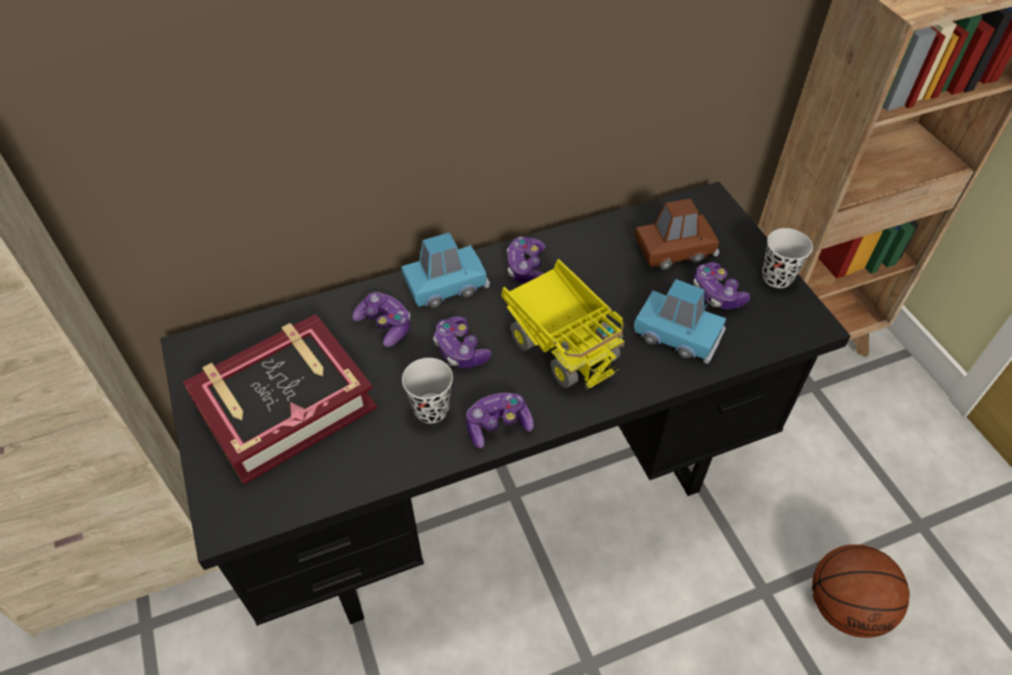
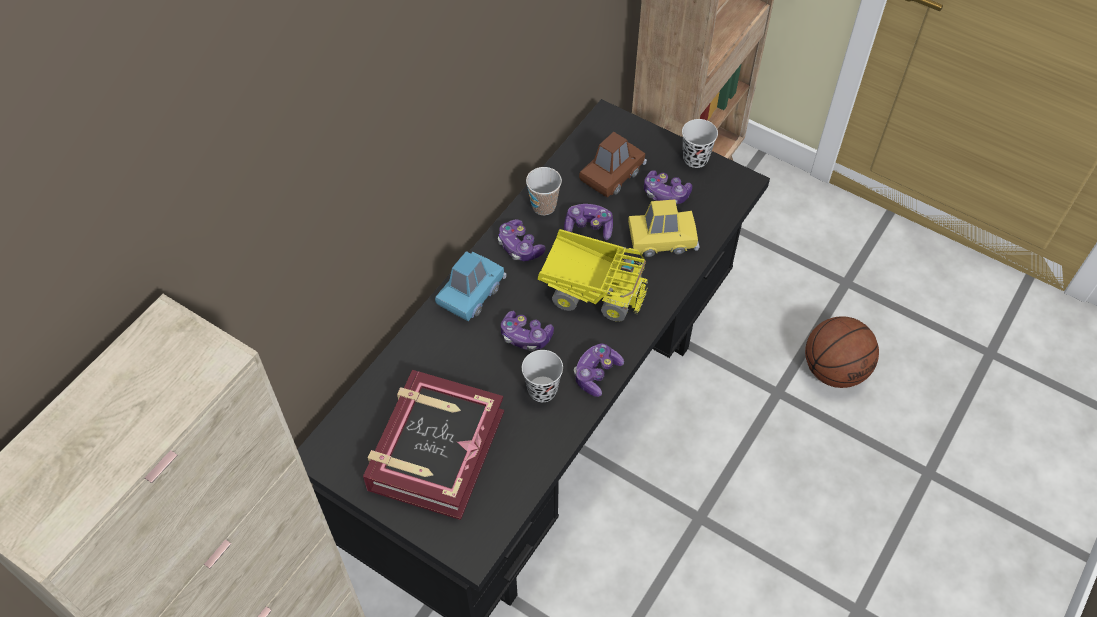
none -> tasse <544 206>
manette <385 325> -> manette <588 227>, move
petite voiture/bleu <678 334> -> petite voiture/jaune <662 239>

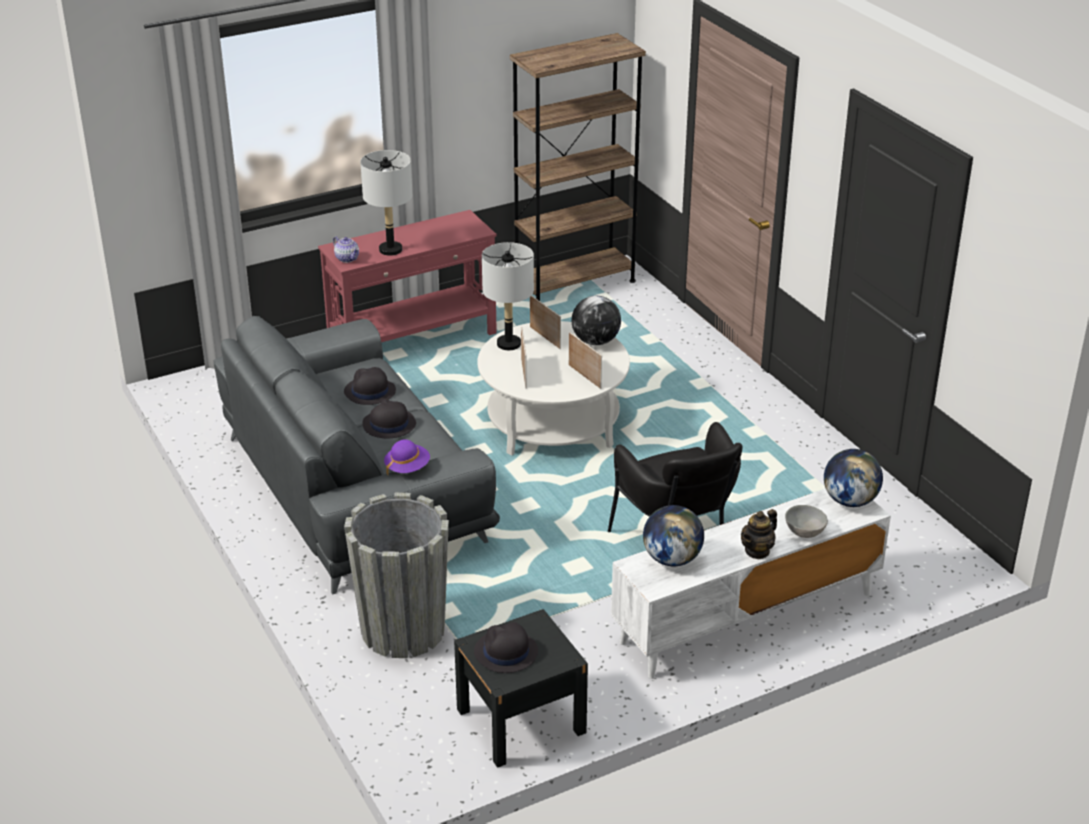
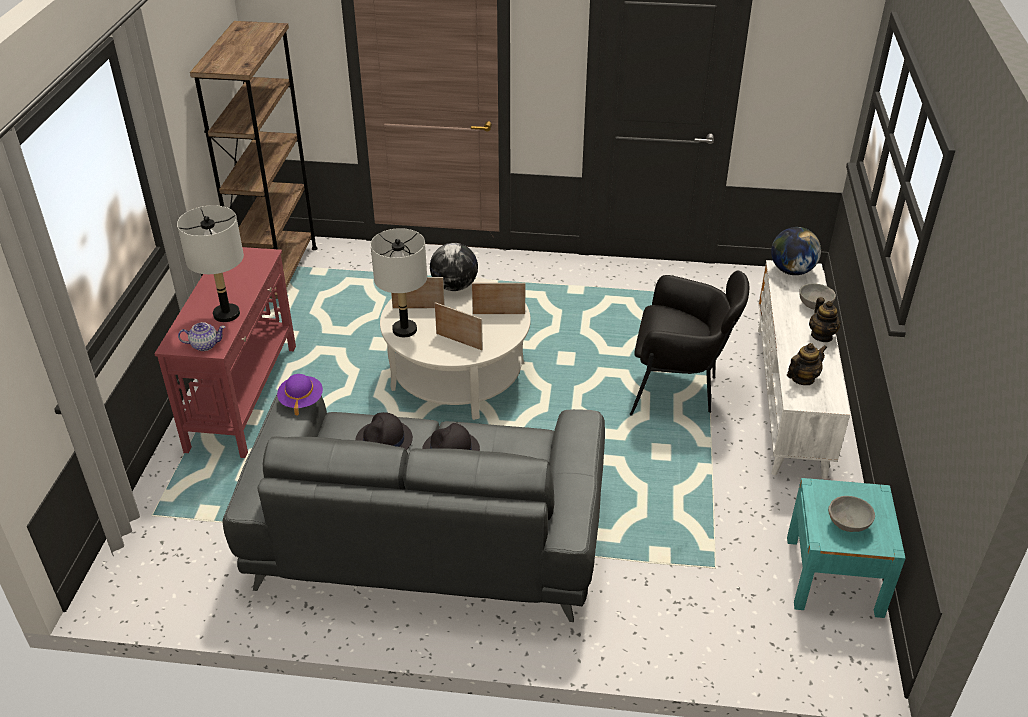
chapeau/violet <407 467> -> chapeau/violet <301 400>, move
globe <672 559> -> théière <802 379>
table de chevet/noir <521 721> -> table de chevet/turquoise <833 576>
chapeau/noir <505 652> -> bol/gris <848 525>
cache-pot/gris <403 630> -> none

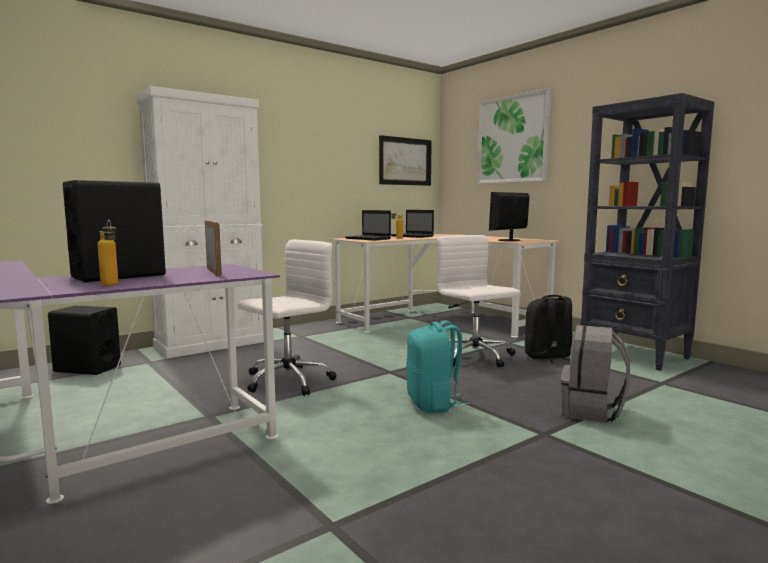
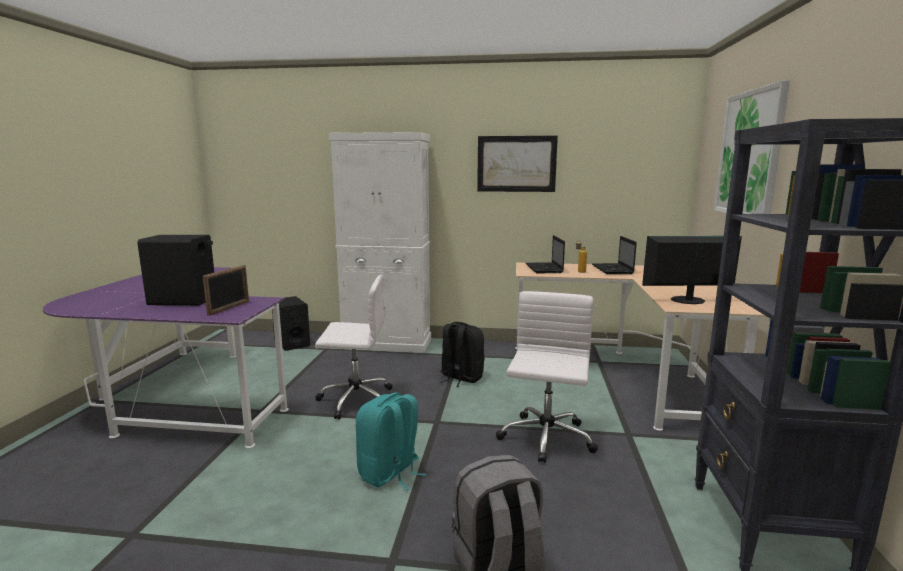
sac à dos/noir <548 357> -> sac à dos/noir <461 378>, move
tableau <405 161> -> tableau <516 164>, move
bouteille <111 285> -> none

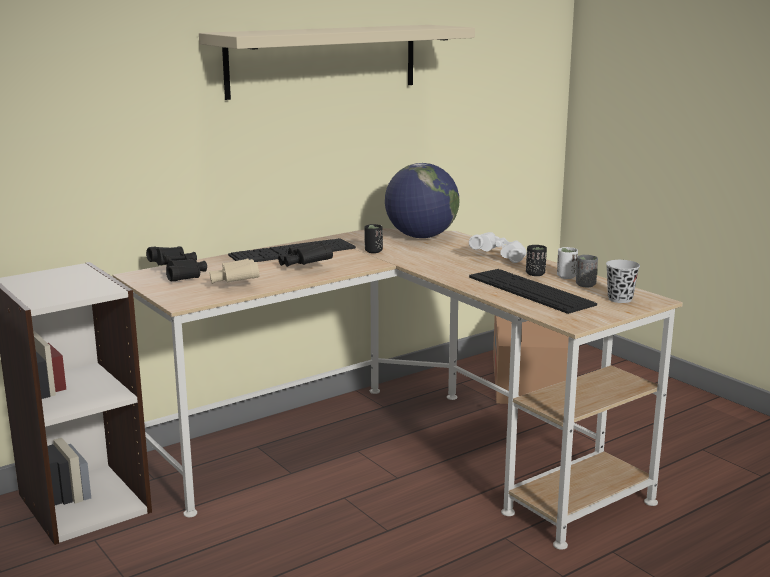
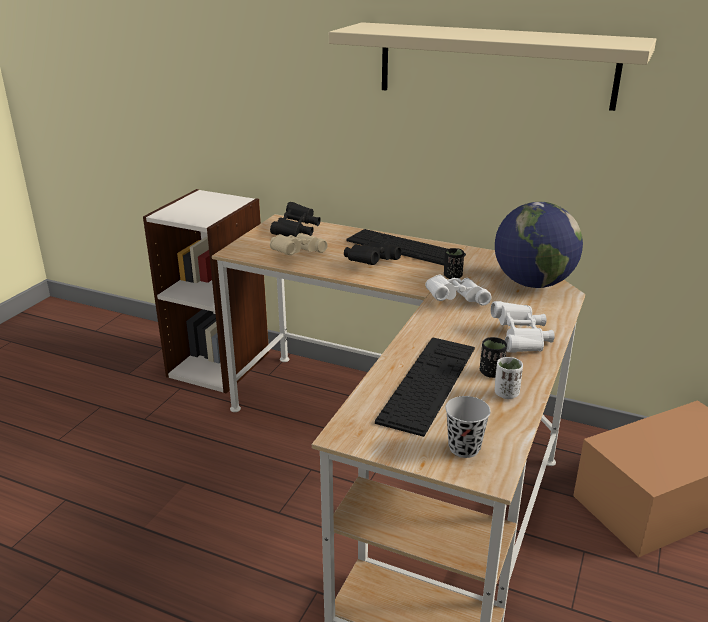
none -> jumelles/blanc <454 300>
tasse/gris <585 285> -> none

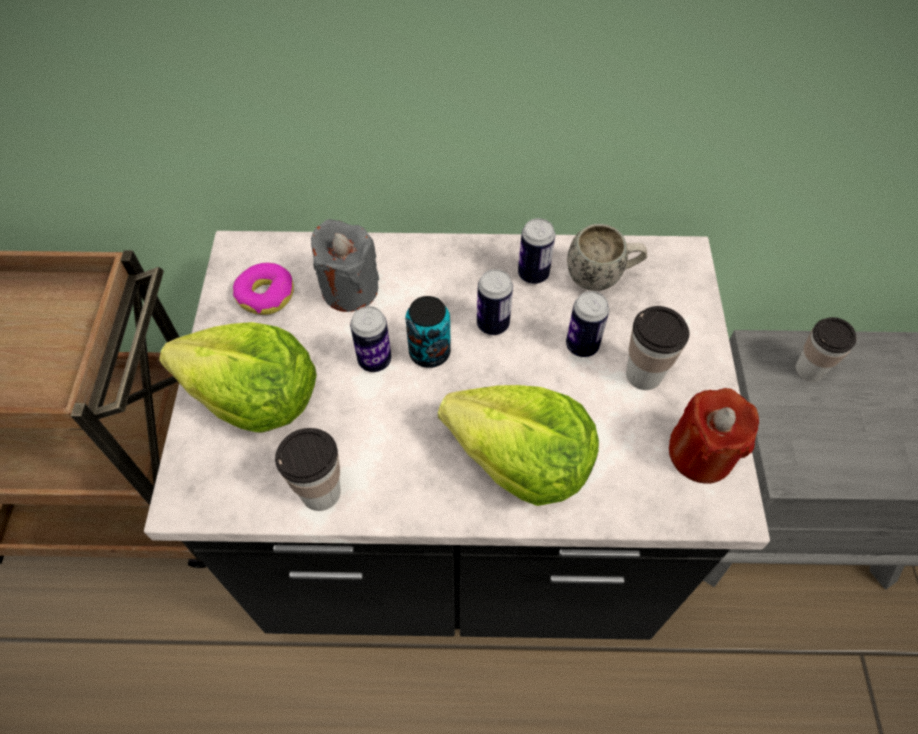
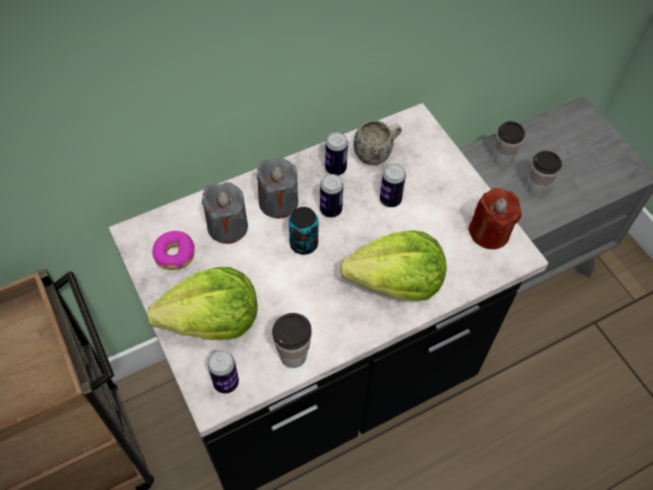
boîte métallique <374 360> -> boîte métallique <226 382>, move
none -> bougie/gris <278 202>
tasse <643 374> -> tasse <536 188>, move

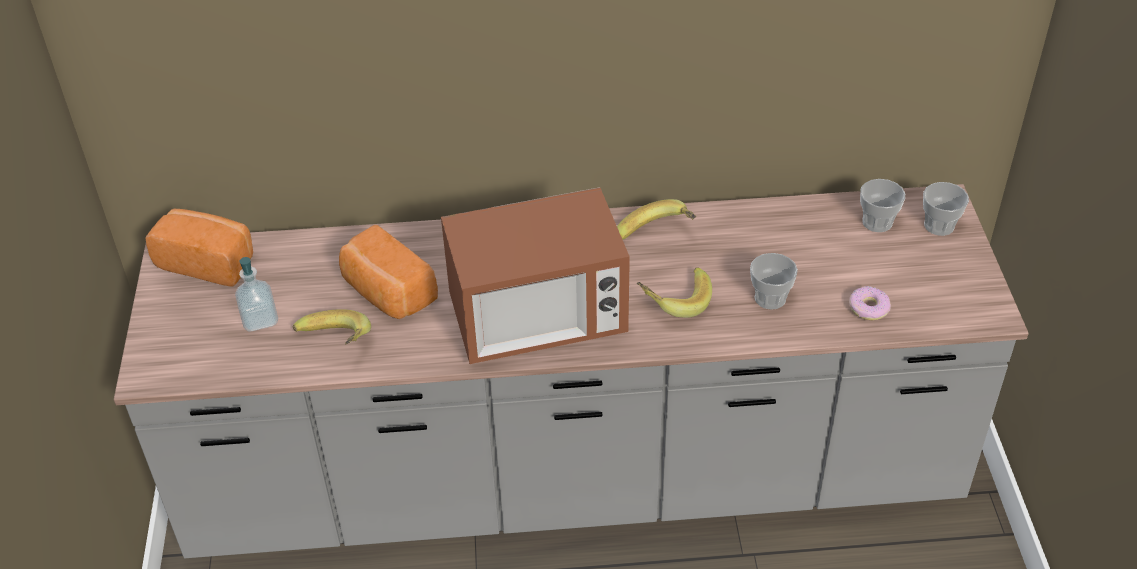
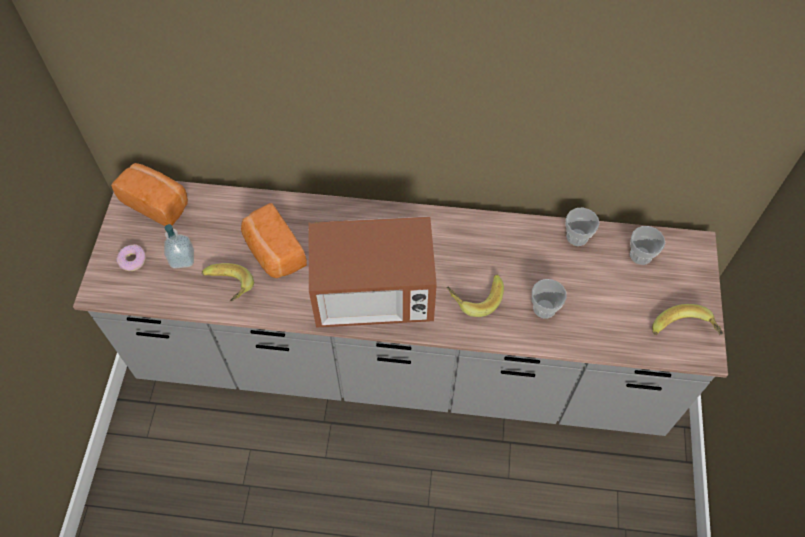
beignet <868 308> -> beignet <132 260>, move
tasse <939 225> -> tasse <577 236>, move
banane <656 237> -> banane <683 333>, move

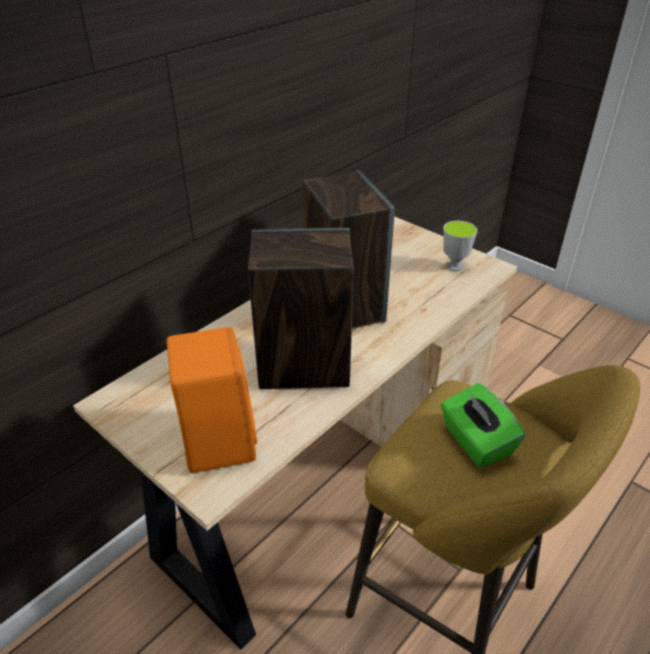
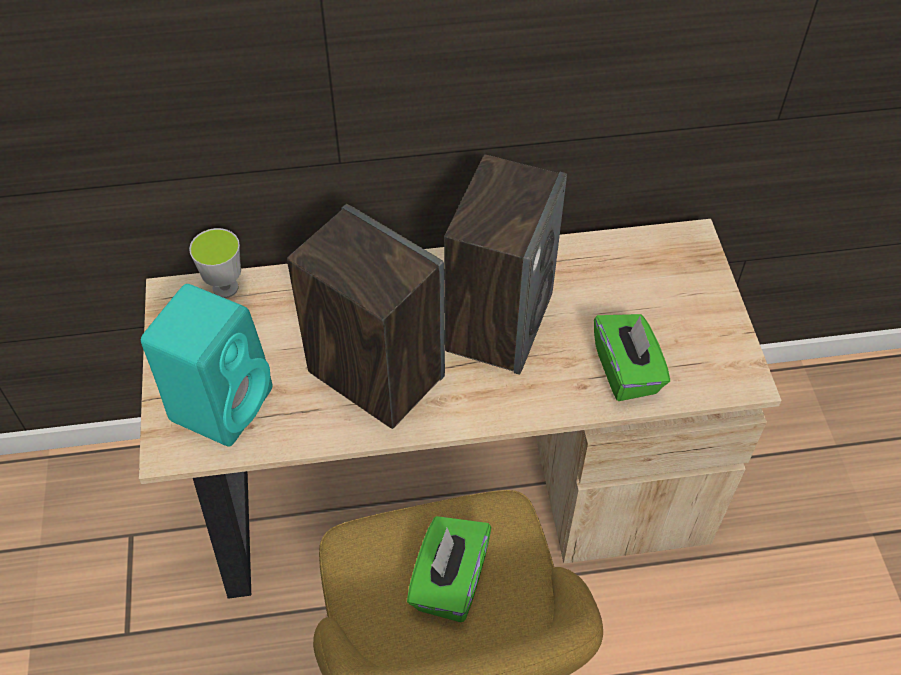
enceinte/orange <217 439> -> enceinte/turquoise <223 401>
tasse <454 266> -> tasse <225 288>, move
none -> boîte à mouchoirs/vert <627 371>

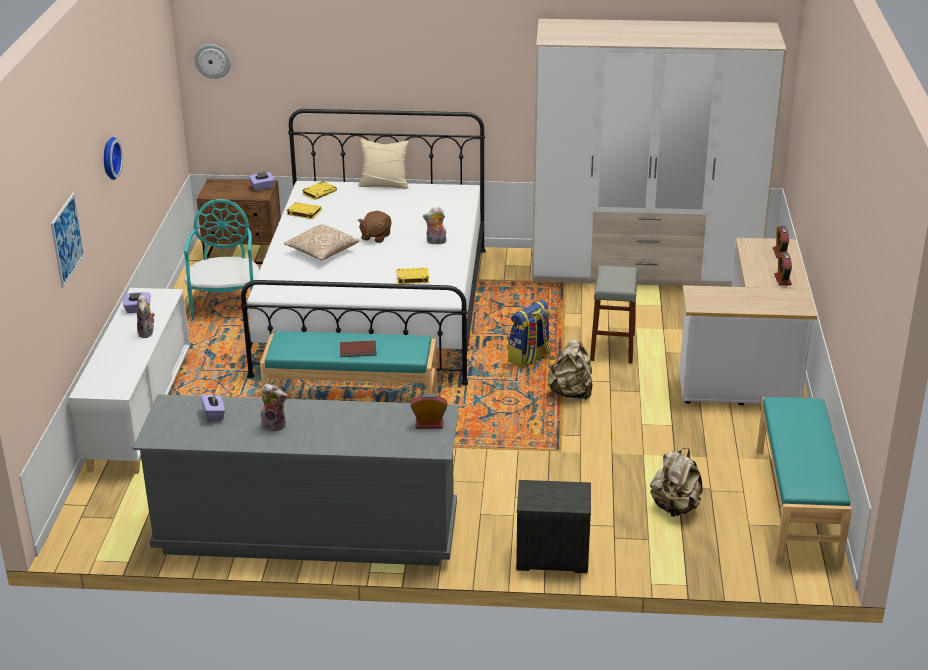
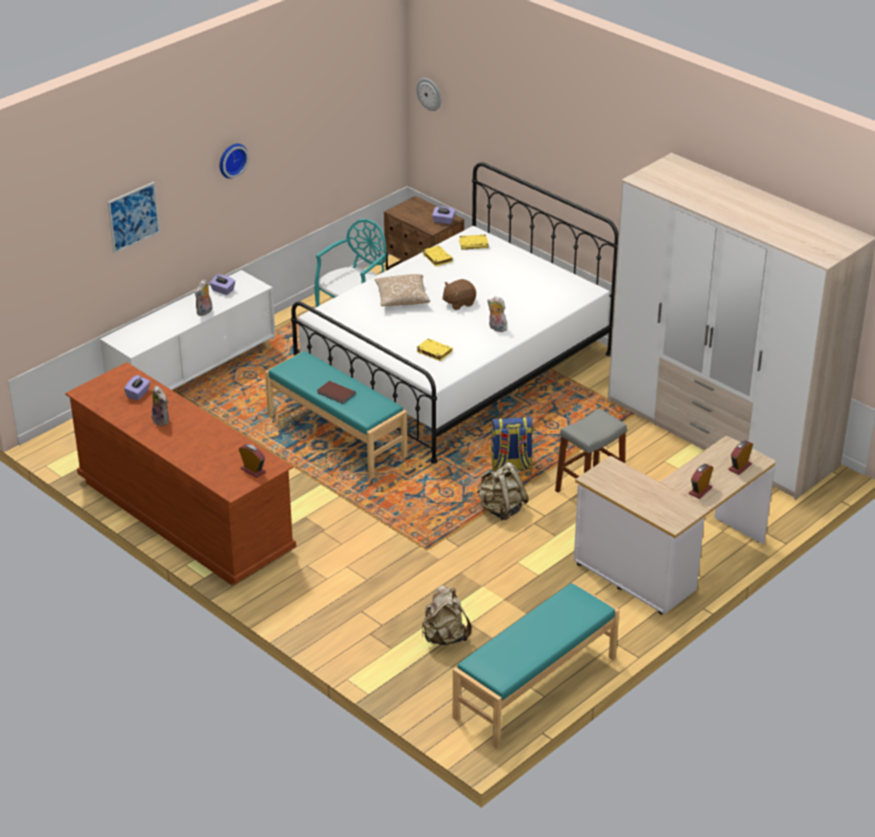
commode/gris <307 532> -> commode/marron <185 516>
coussin/beige <384 184> -> none
table de chevet <551 555> -> none

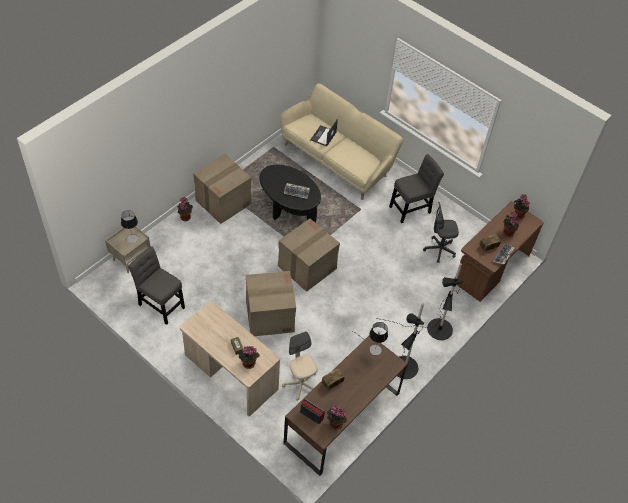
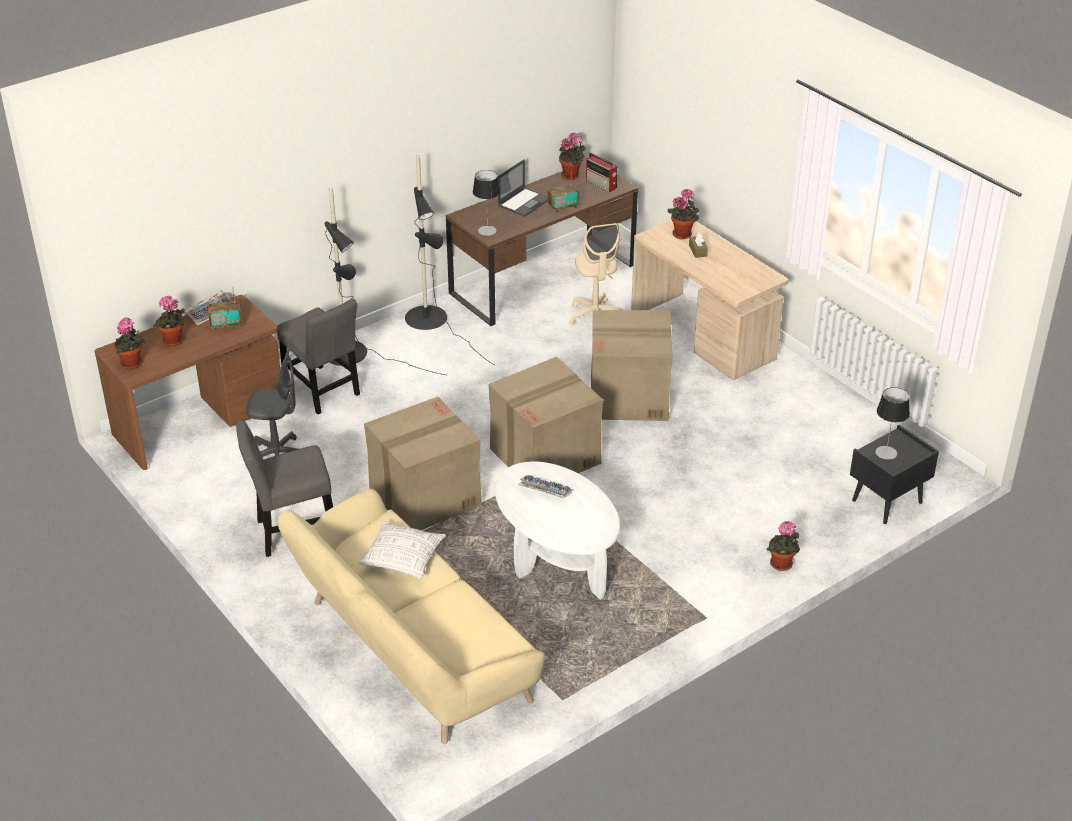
chaise/gris <160 304> -> chaise/gris <323 391>, move
none -> coussin <402 558>
carton <223 202> -> carton <424 497>, move
table basse/noir <289 208> -> table basse/blanc <556 559>
ordinateur portable <323 136> -> ordinateur portable <524 202>, move
table de chevet/beige <131 258> -> table de chevet/noir <887 502>

